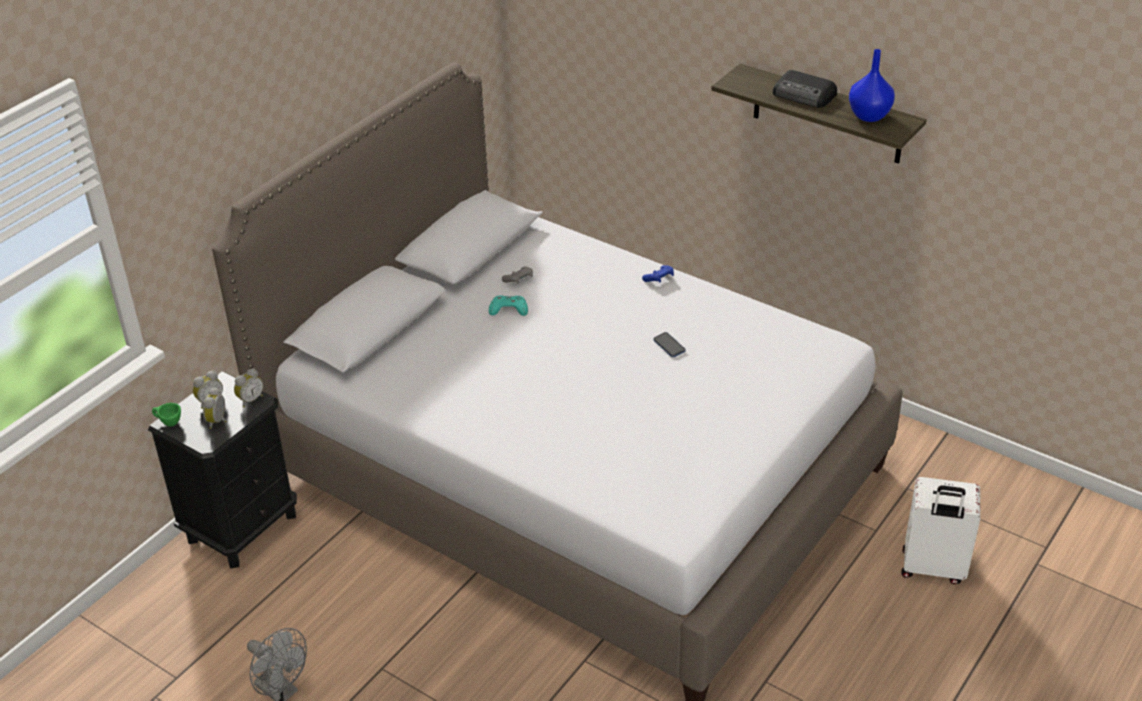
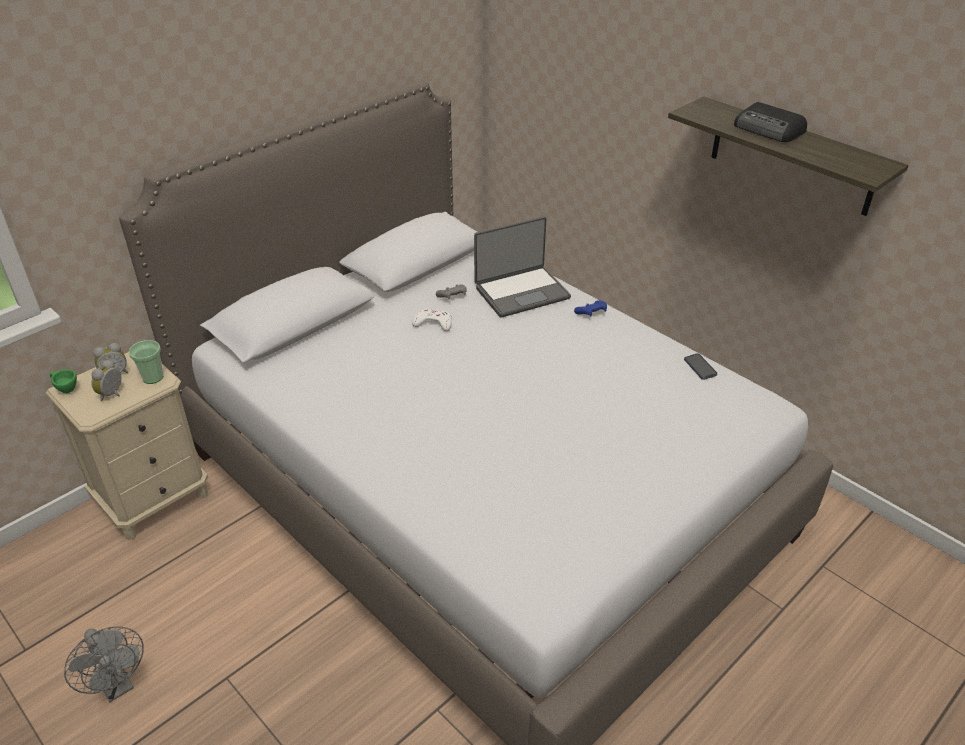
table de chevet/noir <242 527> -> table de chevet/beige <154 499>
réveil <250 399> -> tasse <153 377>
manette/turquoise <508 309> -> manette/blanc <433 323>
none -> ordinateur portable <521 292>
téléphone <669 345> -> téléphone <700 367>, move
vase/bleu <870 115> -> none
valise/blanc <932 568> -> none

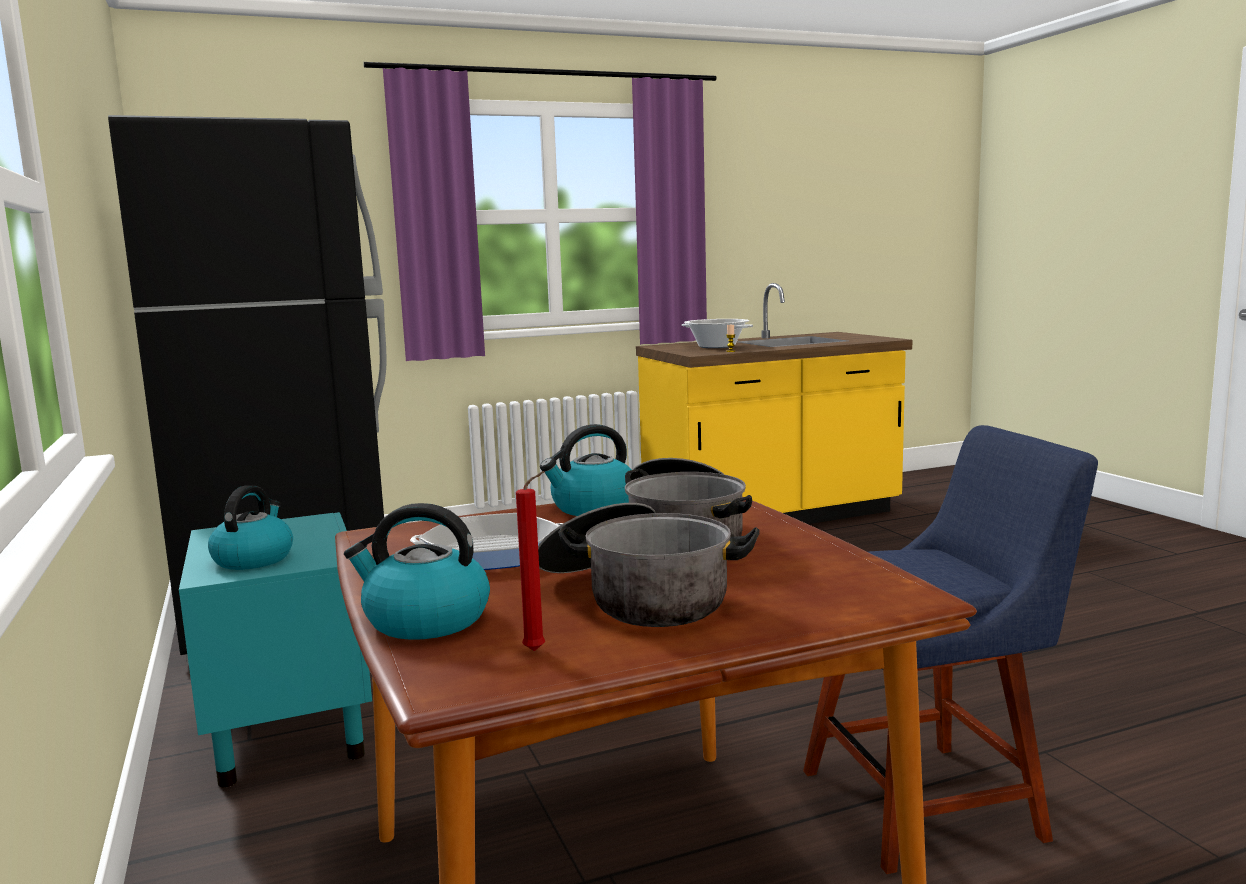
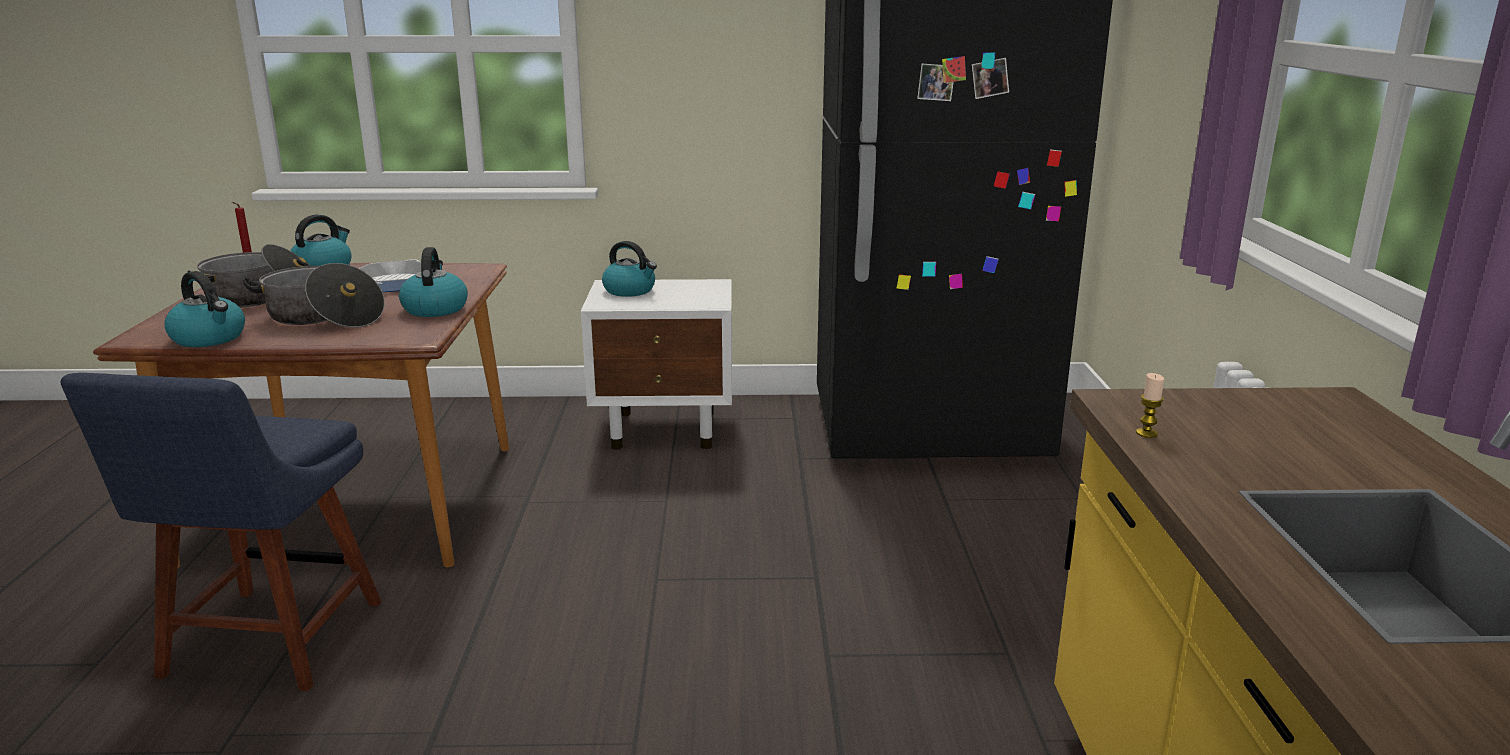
none -> bouilloire <210 338>
table de chevet/turquoise <290 737> -> table de chevet/blanc <666 429>
marmite <717 346> -> none

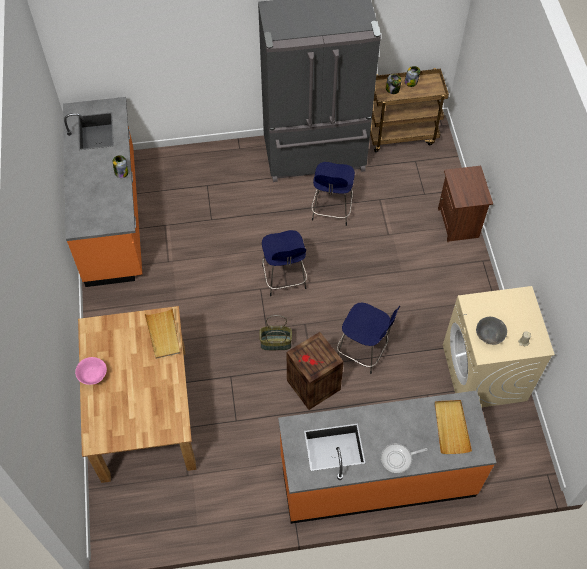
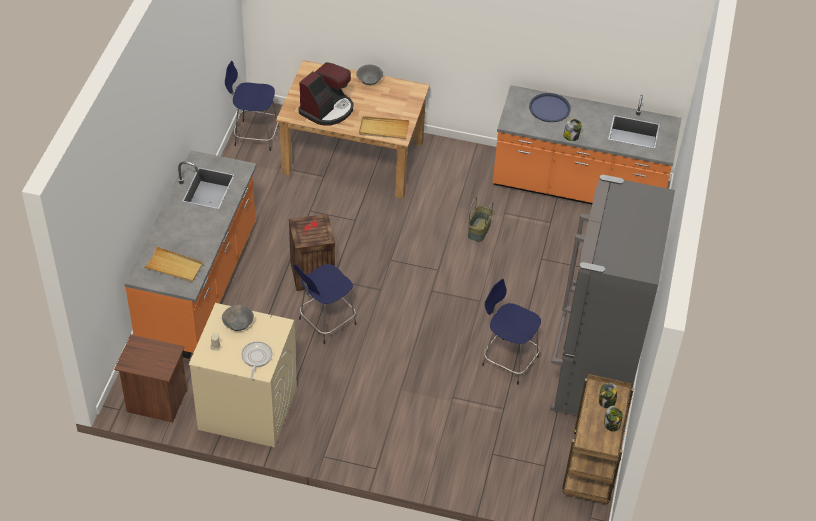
table de chevet/marron <459 223> -> table de chevet/marron <156 402>, move
tabouret/bleu <284 278> -> tabouret/bleu <254 135>, move
poêle <398 459> -> poêle <256 358>, move
none -> machine à café <327 109>
bol/rose <92 375> -> bol/gris <369 80>
panier <275 343> -> panier <478 229>, move
none -> plateau/bleu <549 108>

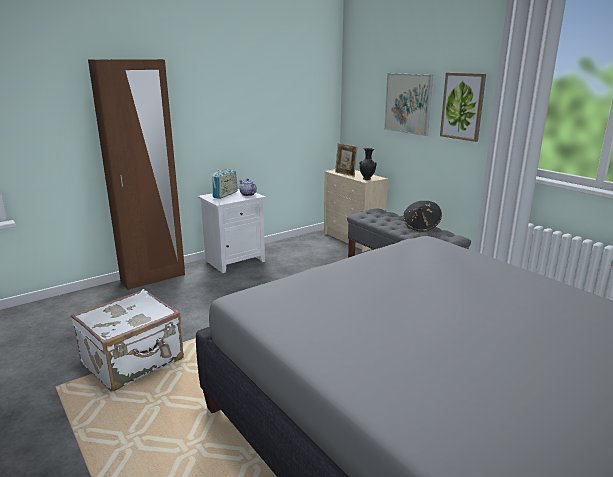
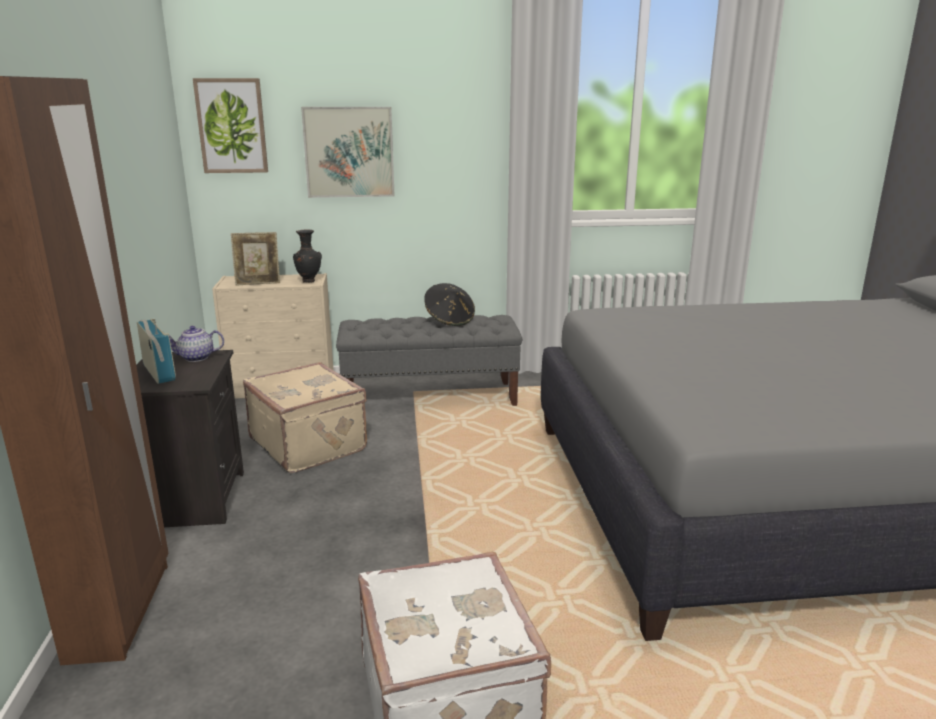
table de chevet/blanc <235 260> -> table de chevet/noir <194 498>
tableau <463 106> -> tableau <232 126>, move
none -> valise/beige <309 444>

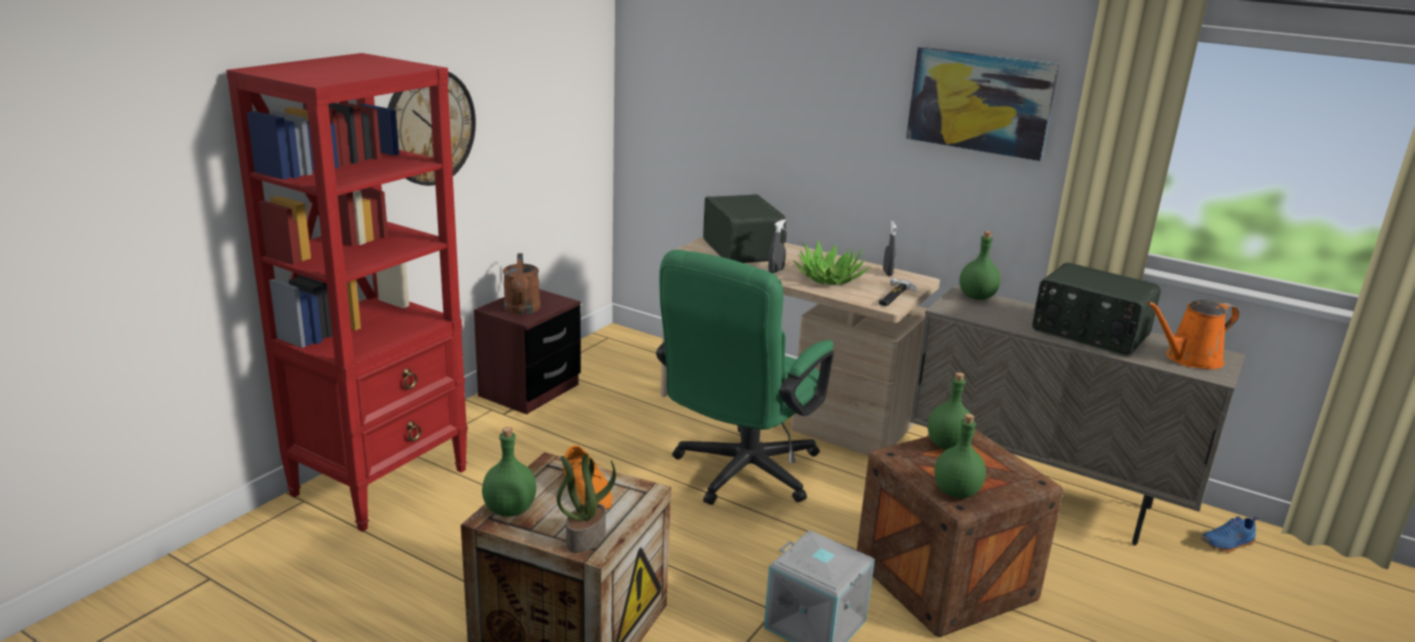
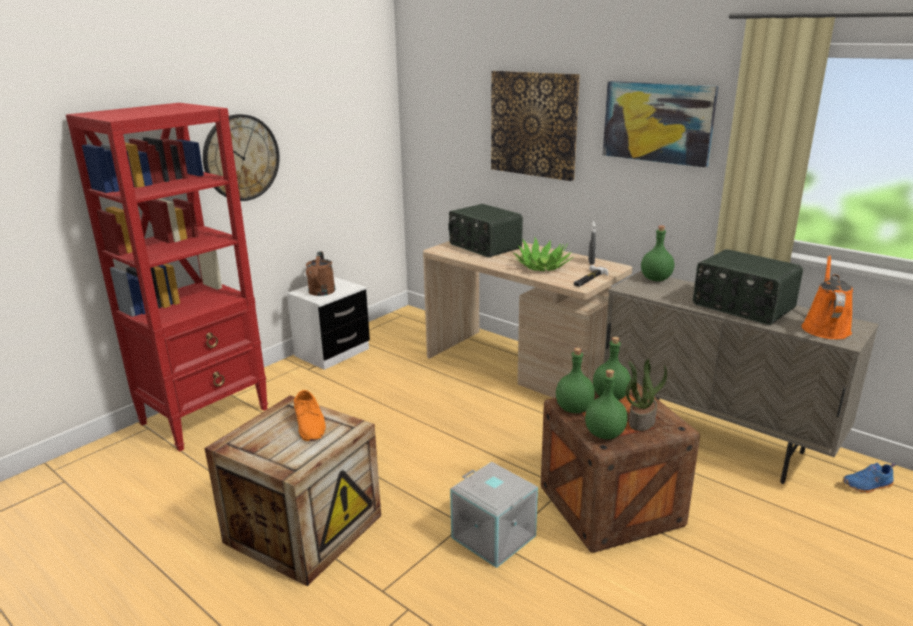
table de chevet/marron <529 390> -> table de chevet/blanc <332 352>
radio <743 250> -> radio <484 246>, 150 degrees clockwise
none -> tableau <534 124>
bouteille/vert <509 510> -> bouteille/vert <573 409>, move
plante en pot <585 537> -> plante en pot <641 421>, move
arrosoir/orange <1189 359> -> arrosoir/orange <825 328>, 120 degrees clockwise
chaise de bureau/vert <739 475> -> none
vaporisateur/gris <776 271> -> none

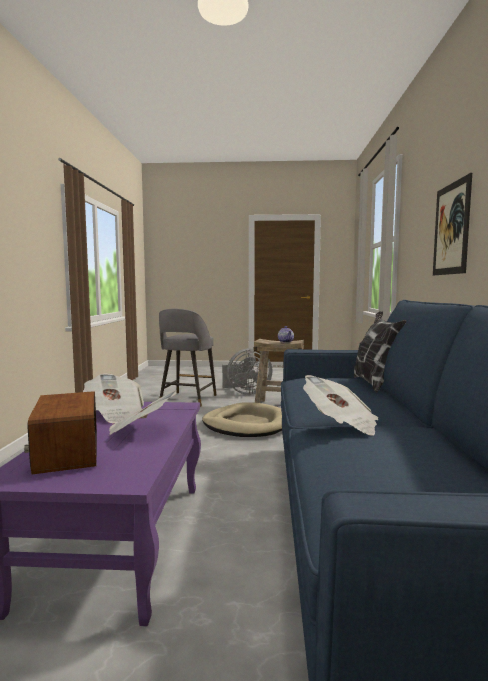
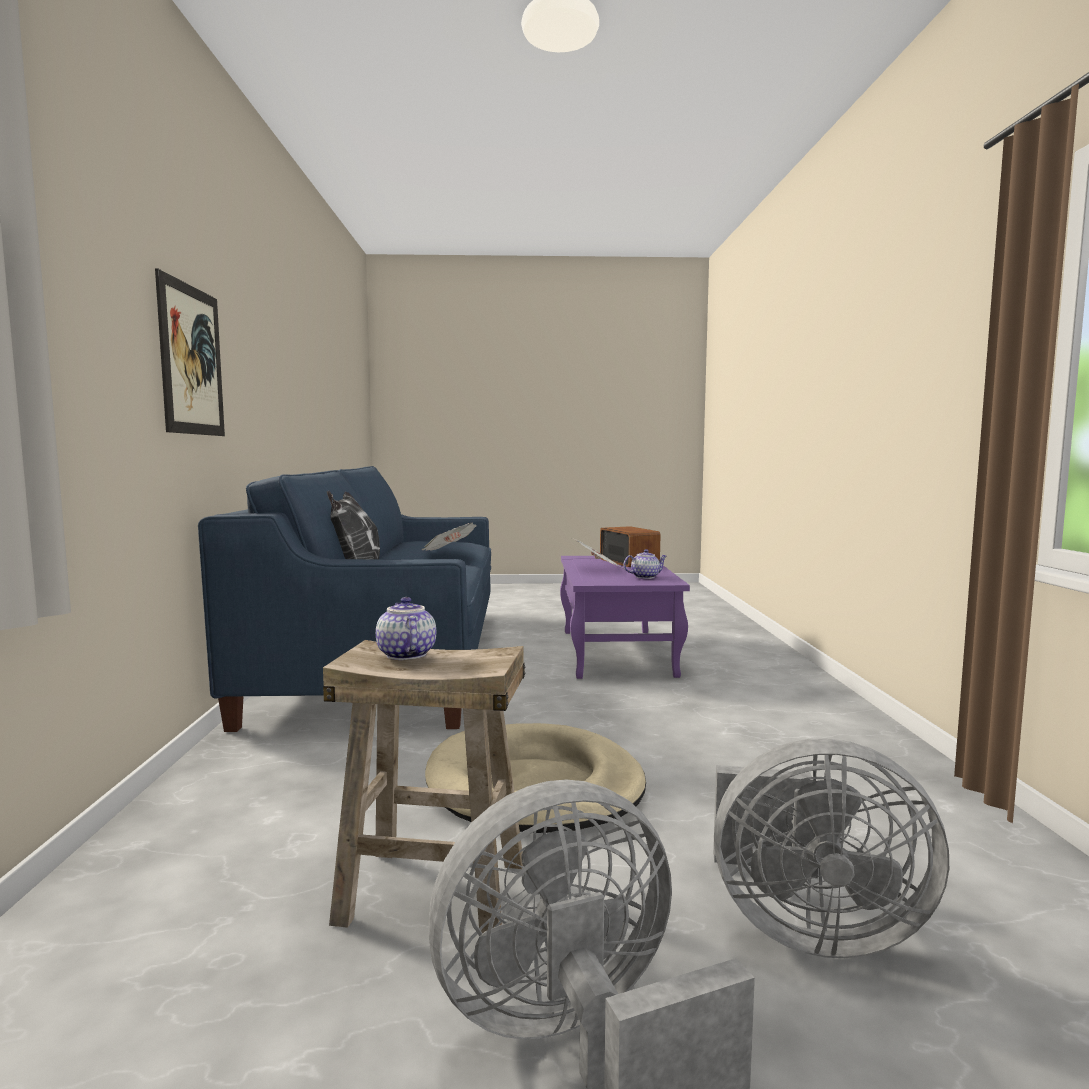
journal <114 414> -> théière <645 577>
tabouret/gris <187 400> -> ventilateur/gris <807 928>

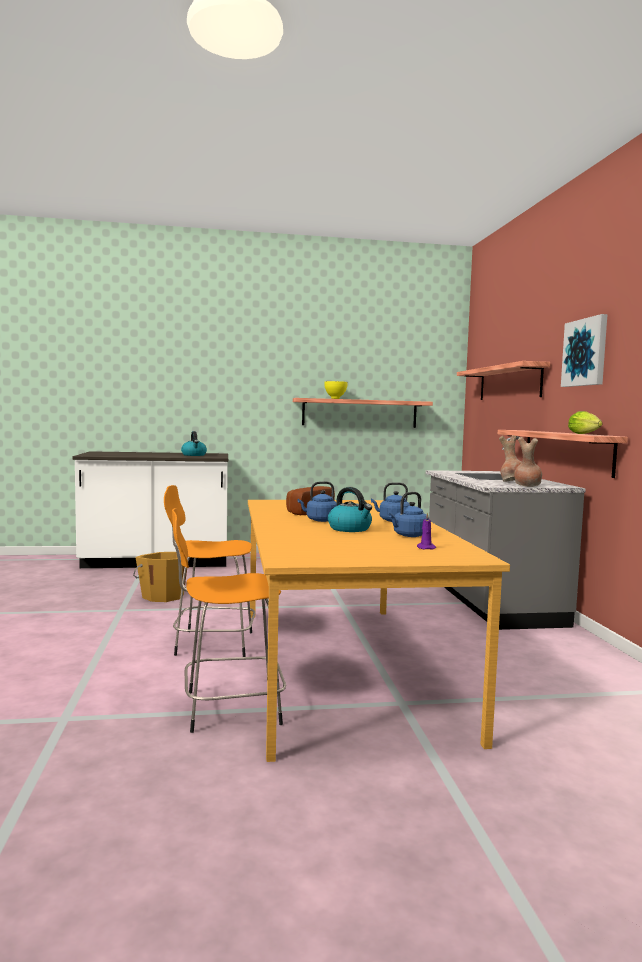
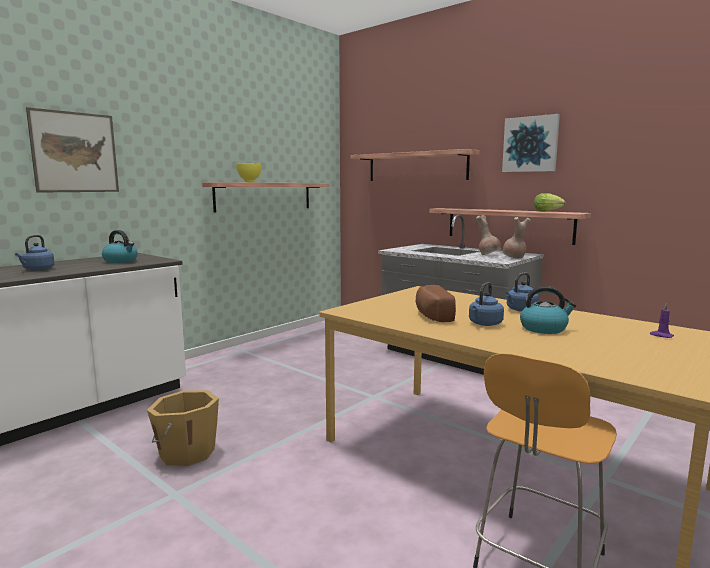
bouilloire/bleu <409 535> -> bouilloire/bleu <37 269>, move
none -> tableau <75 152>
tabouret/orange <211 643> -> none

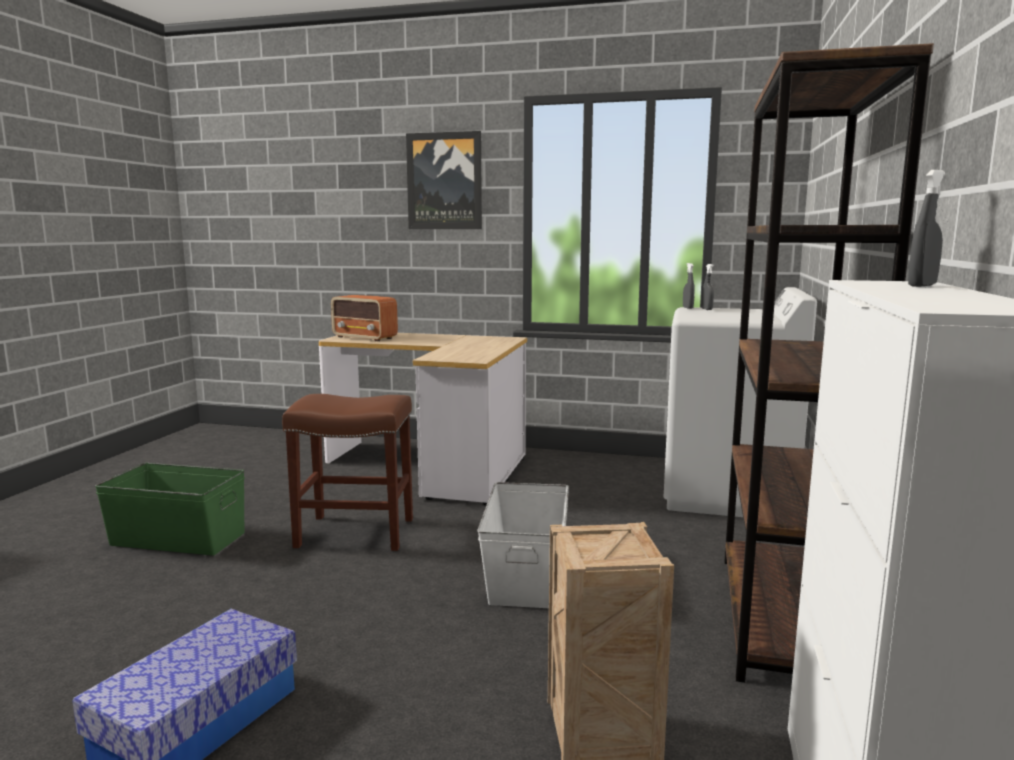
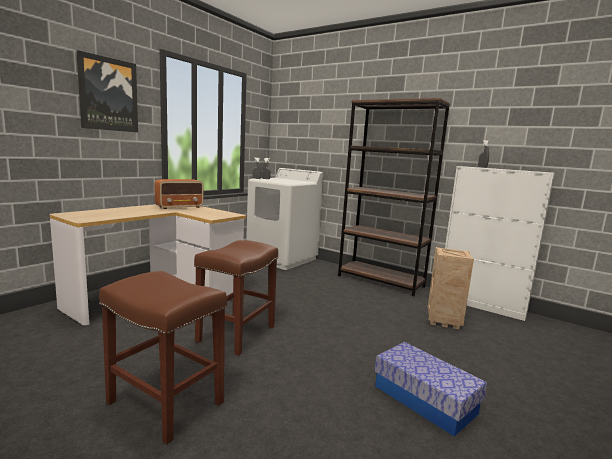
boîte de rangement/vert <178 539> -> tabouret/marron <167 403>
radio <365 338> -> radio <180 207>, move
boîte de rangement/blanc <525 574> -> none

